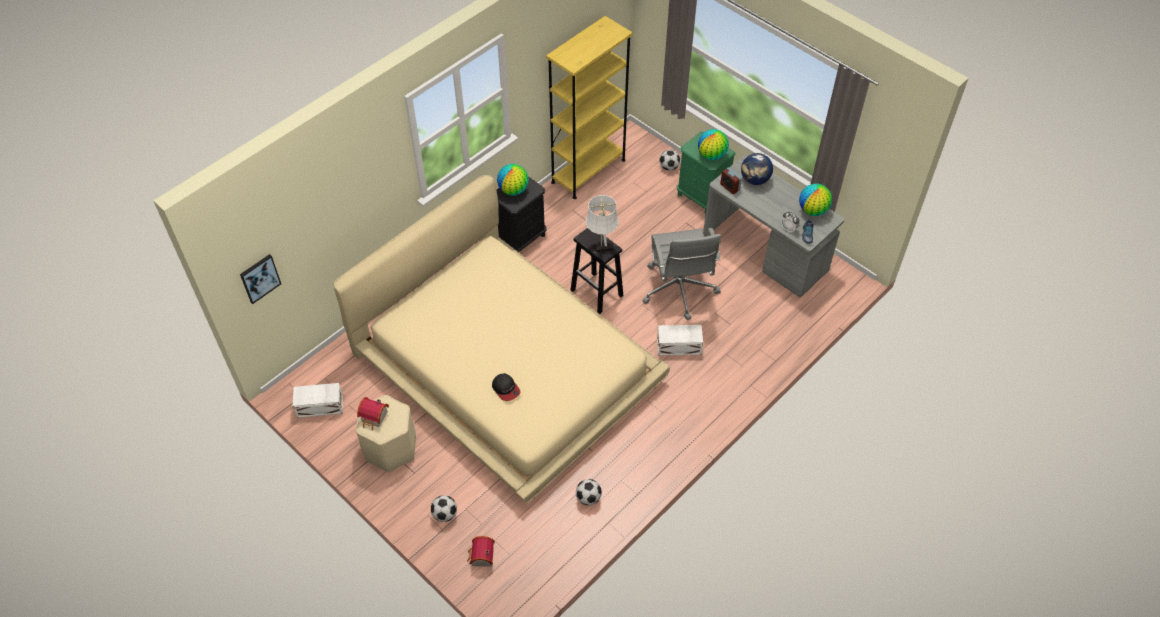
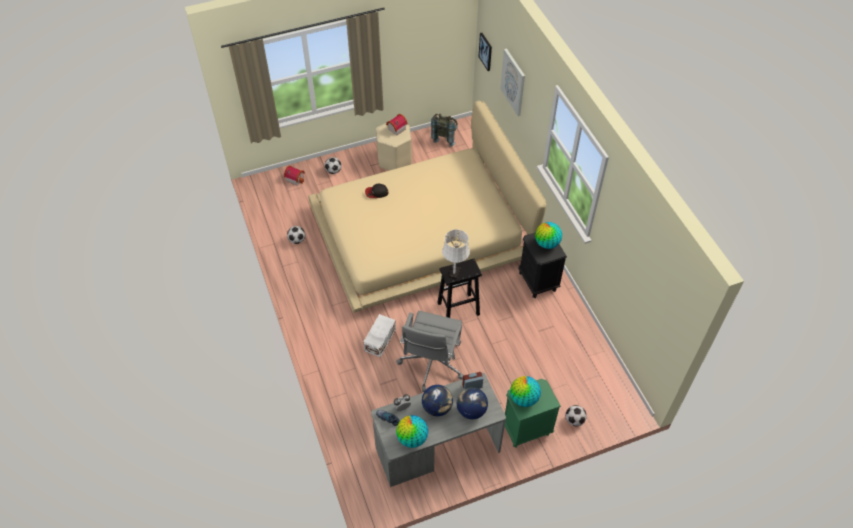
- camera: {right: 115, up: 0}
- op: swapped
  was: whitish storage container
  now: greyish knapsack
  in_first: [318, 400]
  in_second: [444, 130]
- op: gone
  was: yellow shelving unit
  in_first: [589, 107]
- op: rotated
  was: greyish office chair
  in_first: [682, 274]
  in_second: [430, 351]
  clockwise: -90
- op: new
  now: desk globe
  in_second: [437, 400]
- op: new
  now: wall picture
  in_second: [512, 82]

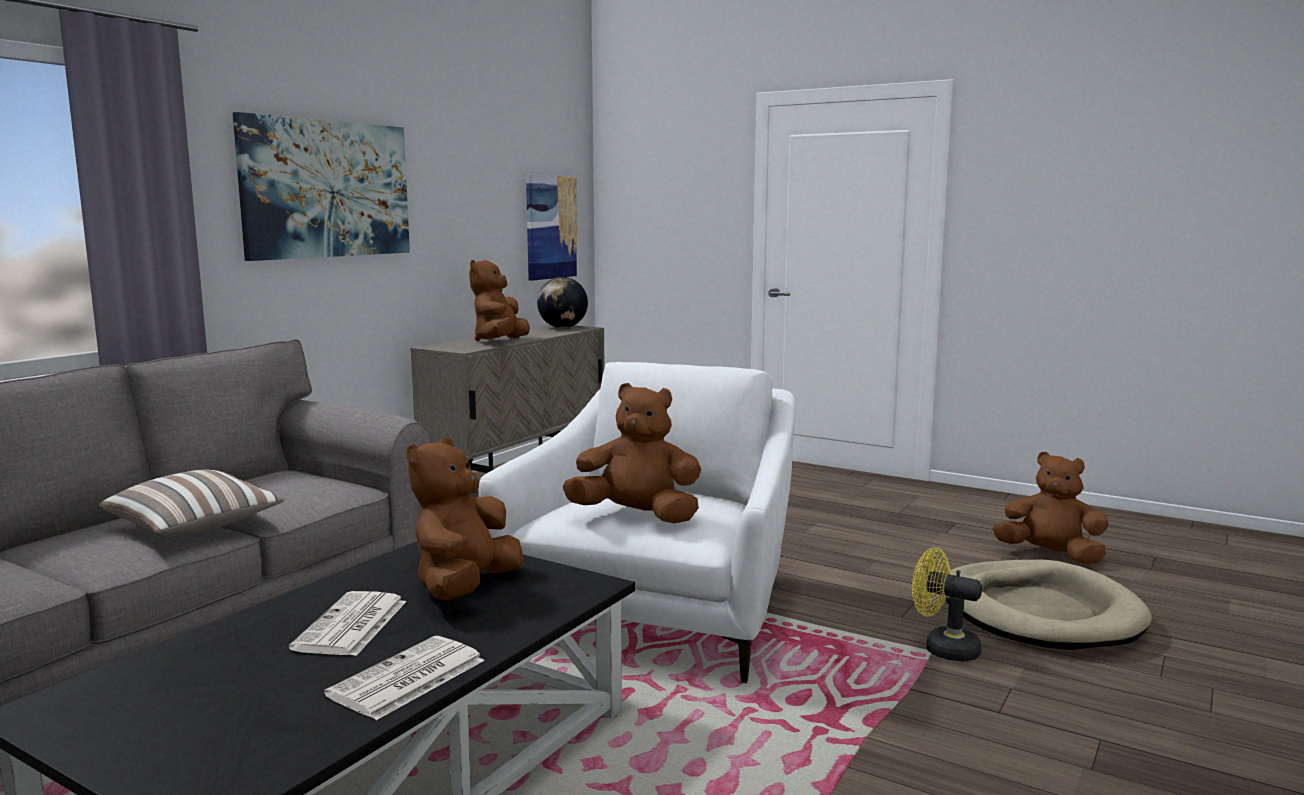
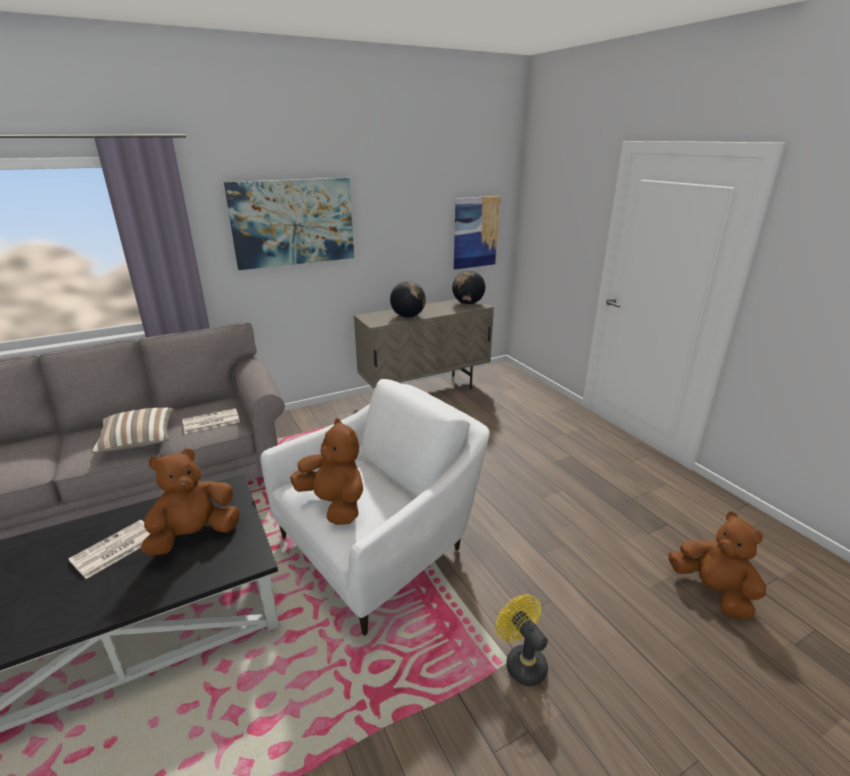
- camera: {right: 30, up: 15}
- op: shifted
  was: newspaper
  in_first: [404, 678]
  in_second: [211, 421]
- op: swapped
  was: brownish cuddly toy
  now: desk globe
  in_first: [499, 300]
  in_second: [408, 299]
- op: gone
  was: beige pet bed
  in_first: [1049, 605]

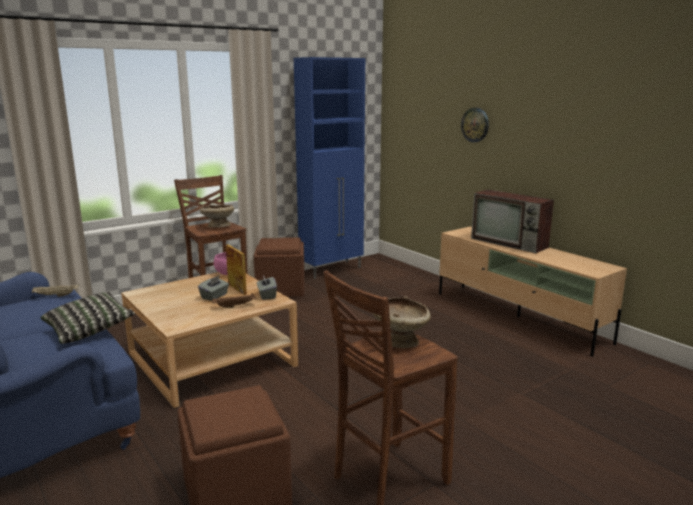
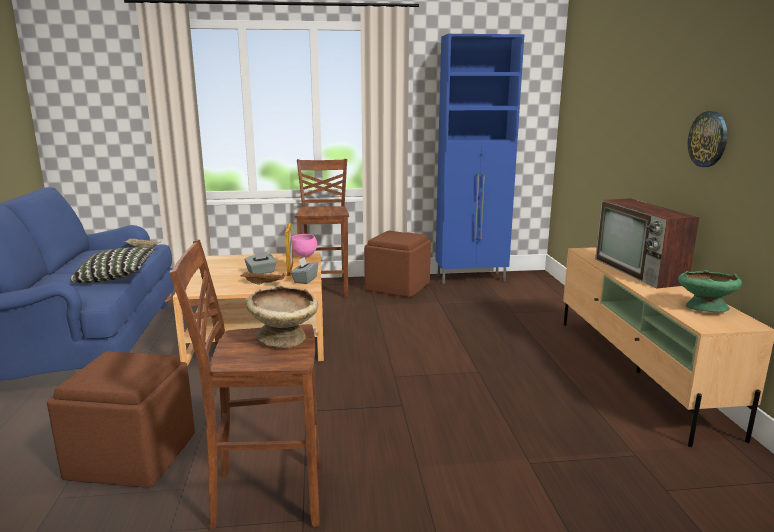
- camera: {right: 30, up: 0}
- op: gone
  was: beige deep dish
  in_first: [217, 216]
- op: shifted
  was: clock on the wall
  in_first: [475, 125]
  in_second: [707, 139]
- op: new
  now: green-coloured deep dish
  in_second: [710, 291]

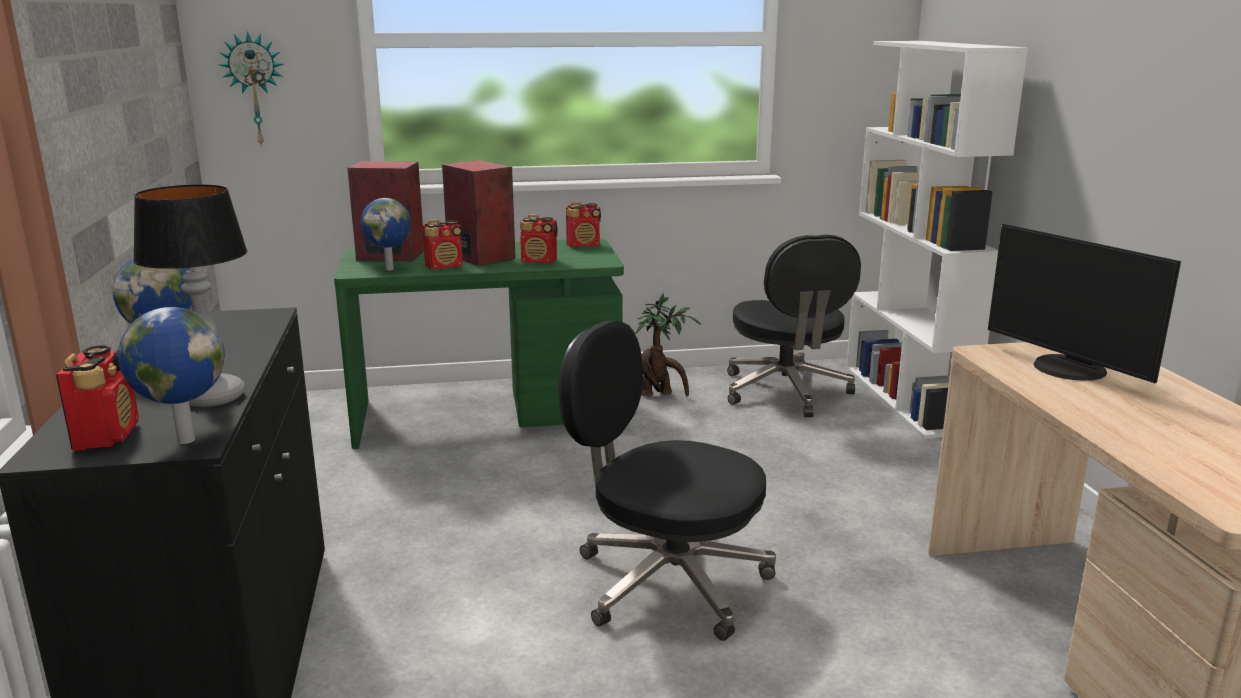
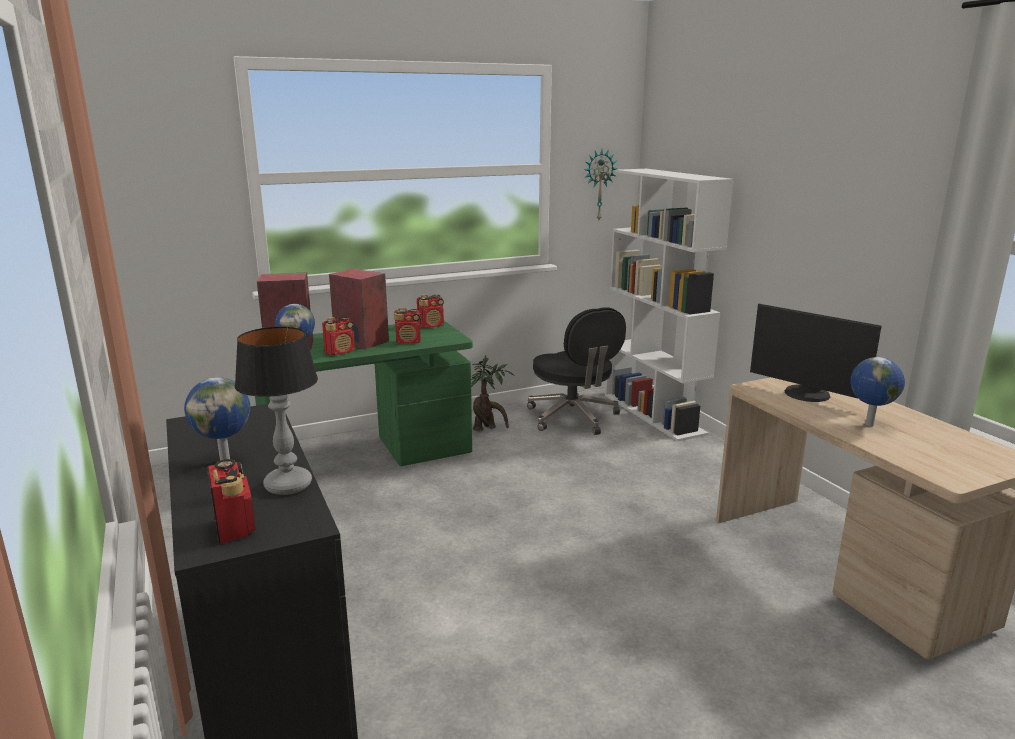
- camera: {right: -15, up: 0}
- op: shifted
  was: desk globe
  in_first: [171, 375]
  in_second: [878, 391]
- op: shifted
  was: clock on the wall
  in_first: [251, 89]
  in_second: [601, 184]
- op: gone
  was: blackish office chair
  in_first: [667, 480]

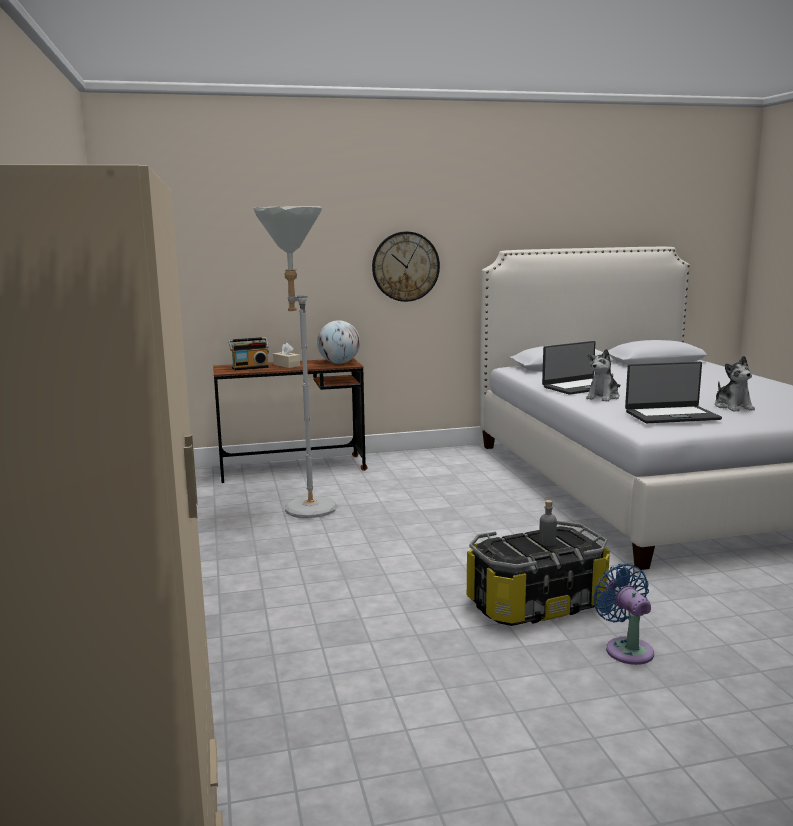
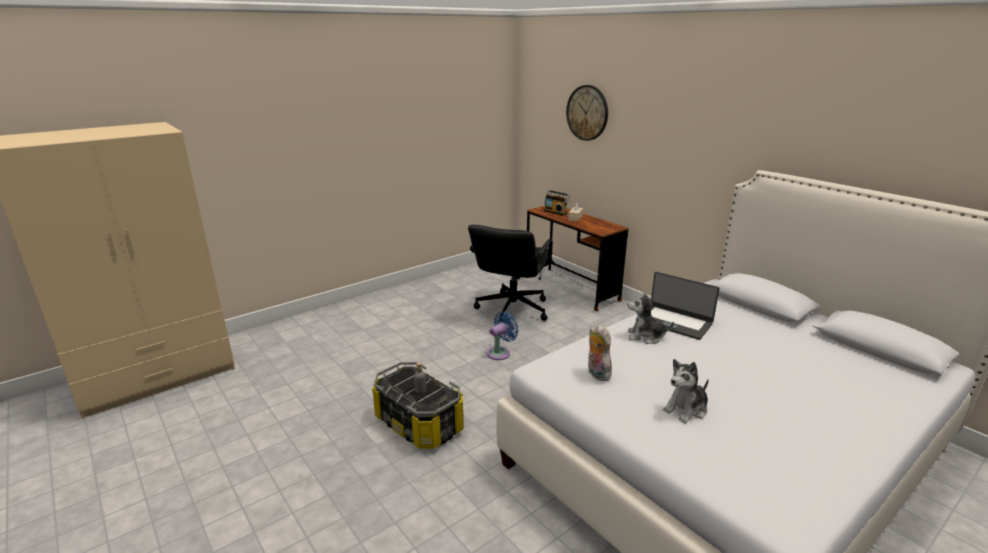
- camera: {right: 65, up: 10}
- op: swapped
  was: greyish floor lamp
  now: blackish office chair
  in_first: [295, 362]
  in_second: [510, 273]
- op: gone
  was: desk globe
  in_first: [338, 342]
- op: shifted
  was: clock on the wall
  in_first: [406, 266]
  in_second: [587, 113]
- op: shifted
  was: blue electric fan
  in_first: [623, 614]
  in_second: [503, 336]
- op: swapped
  was: portable computer
  now: cuddly toy
  in_first: [673, 392]
  in_second: [600, 352]

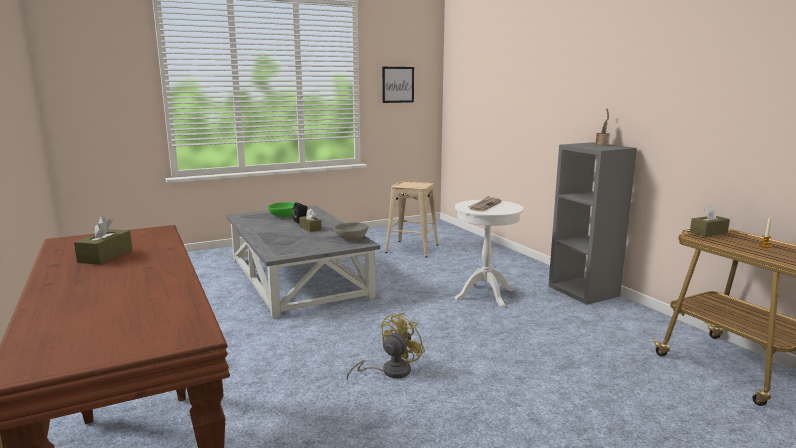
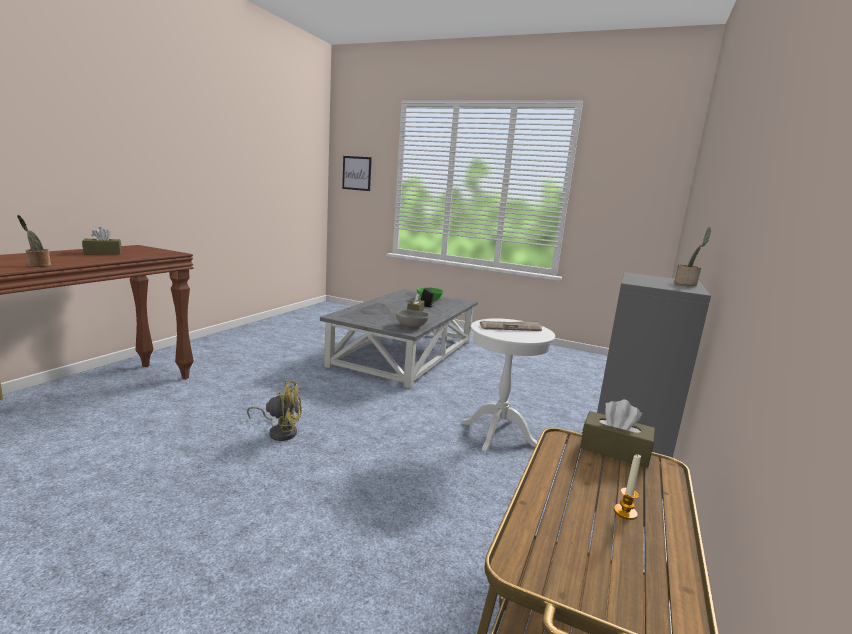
- camera: {right: 50, up: 0}
- op: shifted
  was: wall picture
  in_first: [398, 85]
  in_second: [357, 173]
- op: gone
  was: beige sitting stool
  in_first: [412, 219]
- op: new
  now: houseplant
  in_second: [34, 241]

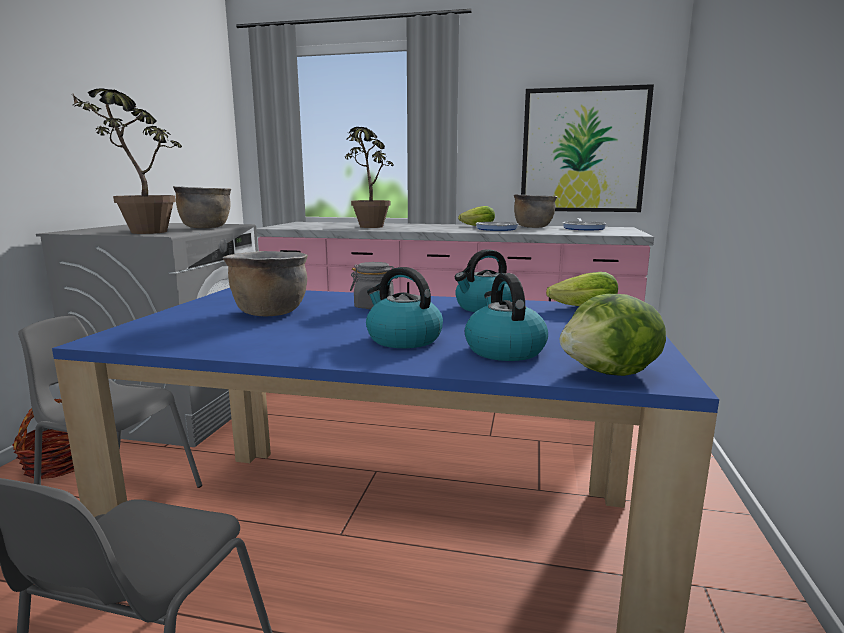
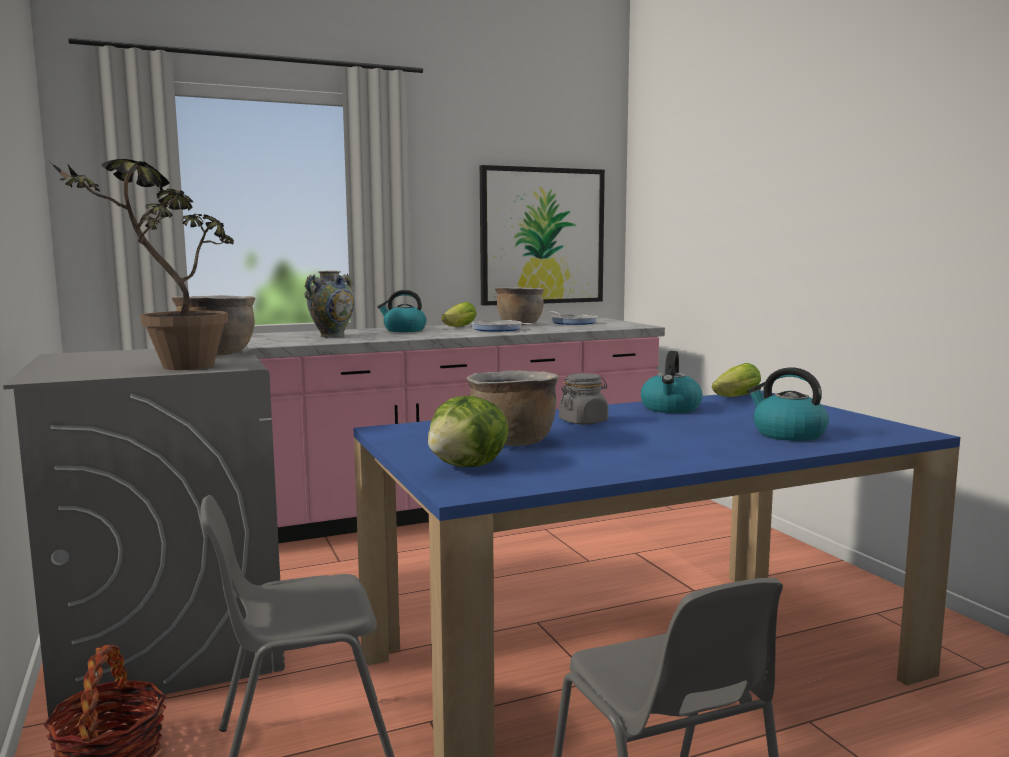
- camera: {right: -35, up: -5}
- op: swapped
  was: houseplant
  now: vase
  in_first: [369, 177]
  in_second: [329, 304]
- op: shifted
  was: kettle
  in_first: [404, 307]
  in_second: [402, 311]
- op: shifted
  was: head of lettuce
  in_first: [613, 335]
  in_second: [468, 431]

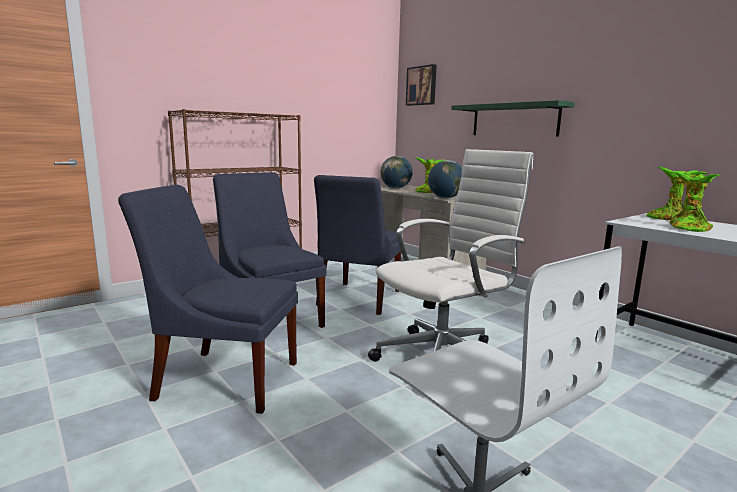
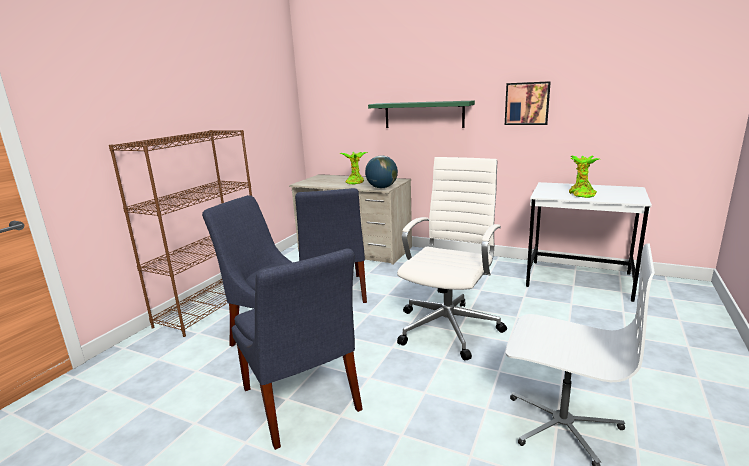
- camera: {right: -25, up: 5}
- op: rotated
  was: blue plain chair
  in_first: [208, 299]
  in_second: [297, 349]
  clockwise: -105
- op: gone
  was: desk globe
  in_first: [396, 172]
- op: shifted
  was: wall picture
  in_first: [421, 85]
  in_second: [528, 103]
- op: gone
  was: houseplant
  in_first: [677, 193]

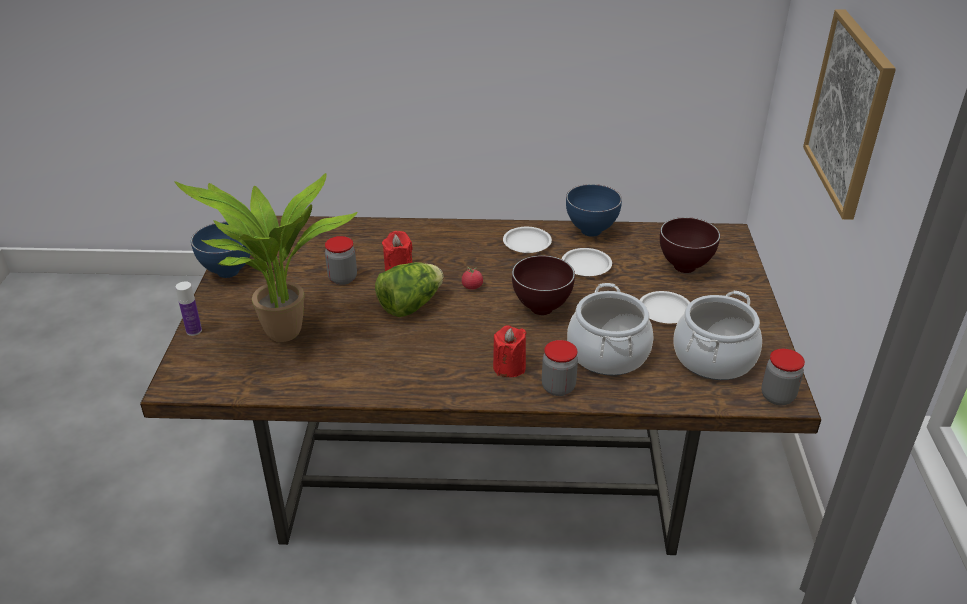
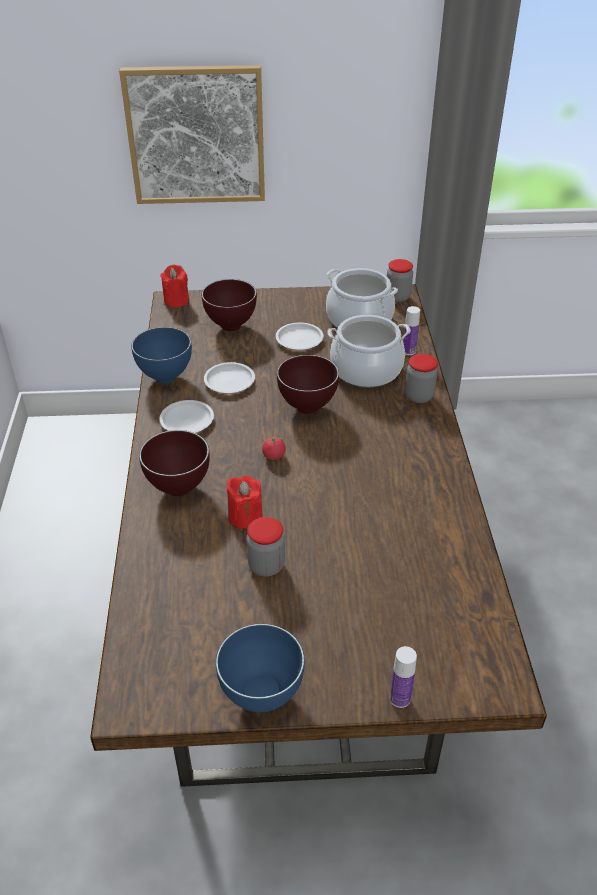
- camera: {right: -95, up: 5}
- op: gone
  was: houseplant
  in_first: [266, 257]
- op: gone
  was: head of lettuce
  in_first: [409, 289]
- op: shifted
  was: red-coloured candle
  in_first: [509, 351]
  in_second: [174, 286]
- op: new
  now: brownish deep dish
  in_second: [174, 463]
- op: new
  now: beverage bottle
  in_second: [411, 330]

